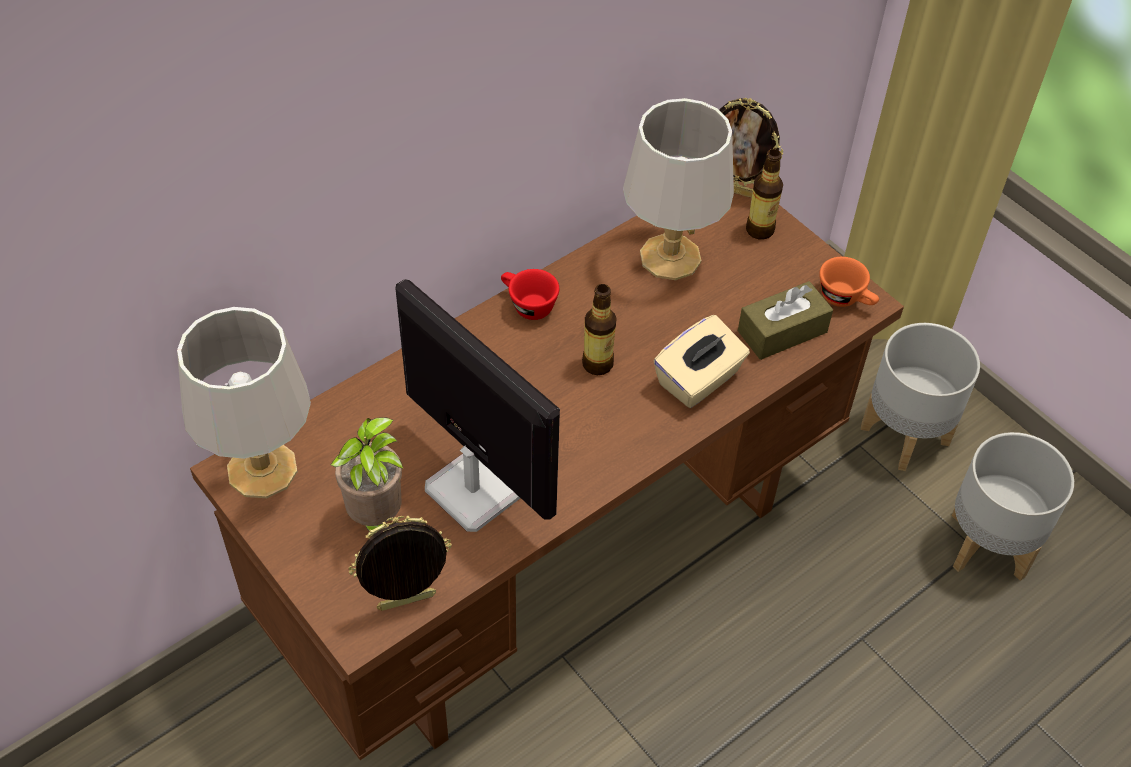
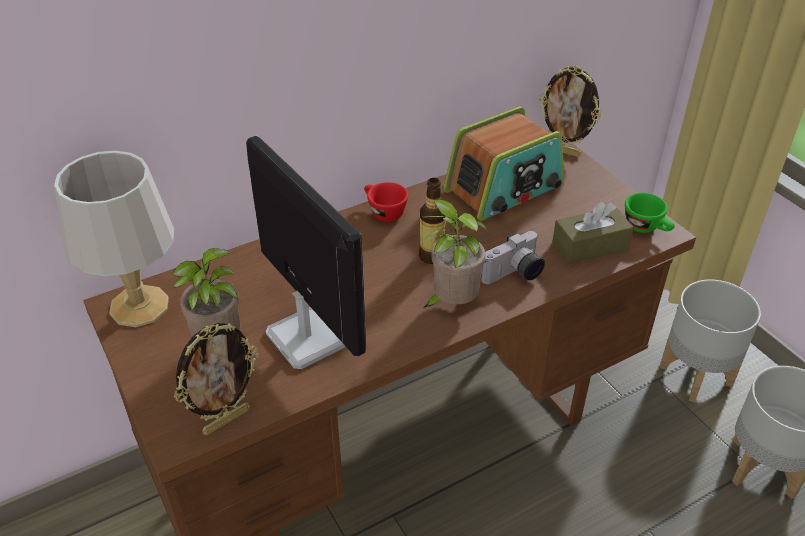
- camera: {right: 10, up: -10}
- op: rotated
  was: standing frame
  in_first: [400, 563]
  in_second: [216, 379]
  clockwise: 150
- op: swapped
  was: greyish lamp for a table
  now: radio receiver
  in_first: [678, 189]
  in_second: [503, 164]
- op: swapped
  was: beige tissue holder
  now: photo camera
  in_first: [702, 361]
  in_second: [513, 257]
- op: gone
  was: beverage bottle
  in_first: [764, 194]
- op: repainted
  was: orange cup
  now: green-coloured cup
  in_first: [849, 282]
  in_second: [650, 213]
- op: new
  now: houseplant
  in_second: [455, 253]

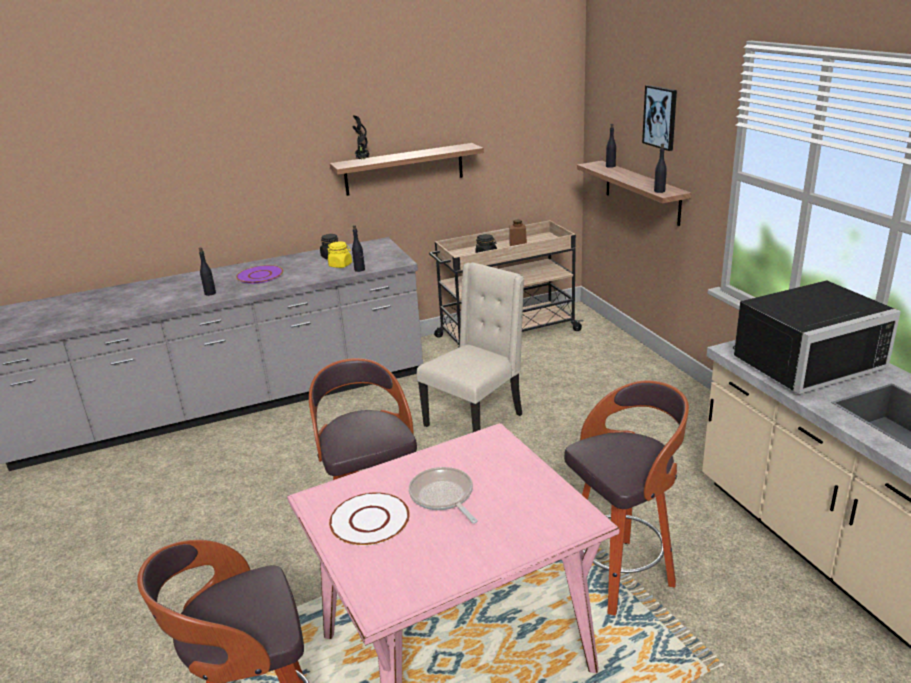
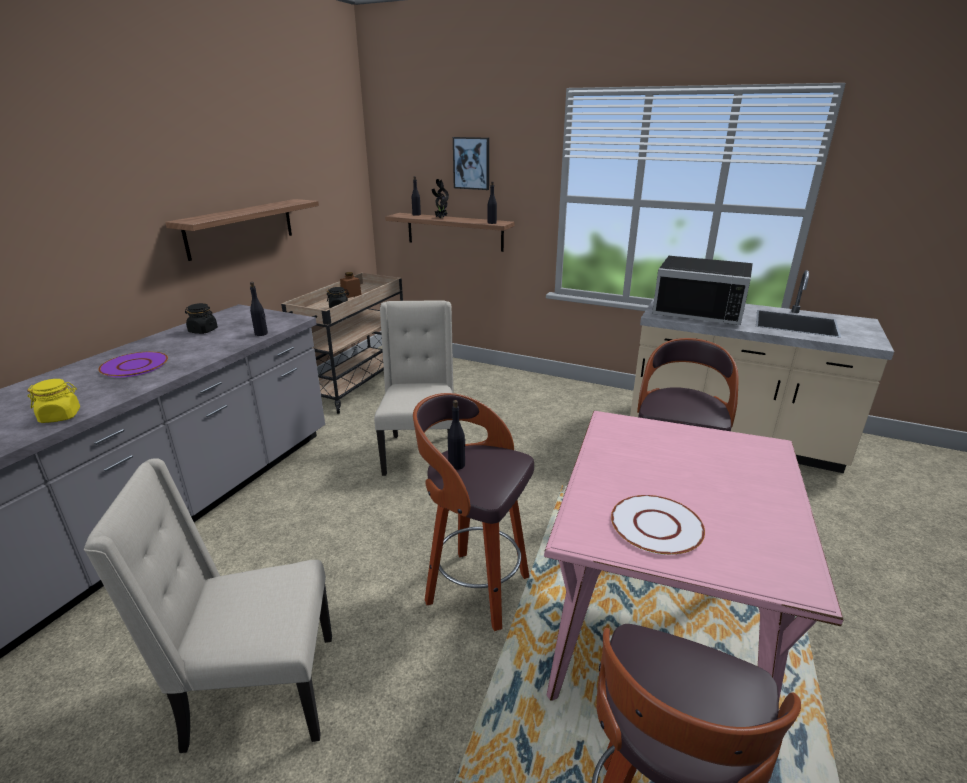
- camera: {right: -45, up: 0}
- op: shifted
  was: blackish beverage bottle
  in_first: [207, 271]
  in_second: [457, 435]
- op: shifted
  was: yellow jar
  in_first: [339, 254]
  in_second: [53, 401]
- op: shifted
  was: houseplant
  in_first: [361, 137]
  in_second: [440, 198]
- op: gone
  was: skillet
  in_first: [443, 495]
- op: rotated
  was: blackish kitchen microwave
  in_first: [817, 337]
  in_second: [702, 290]
  clockwise: 90
- op: new
  now: beige plain chair
  in_second: [208, 605]

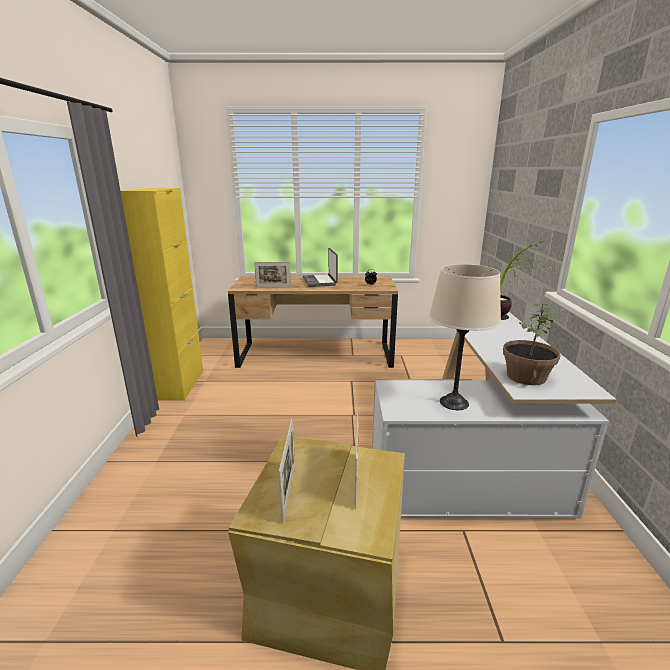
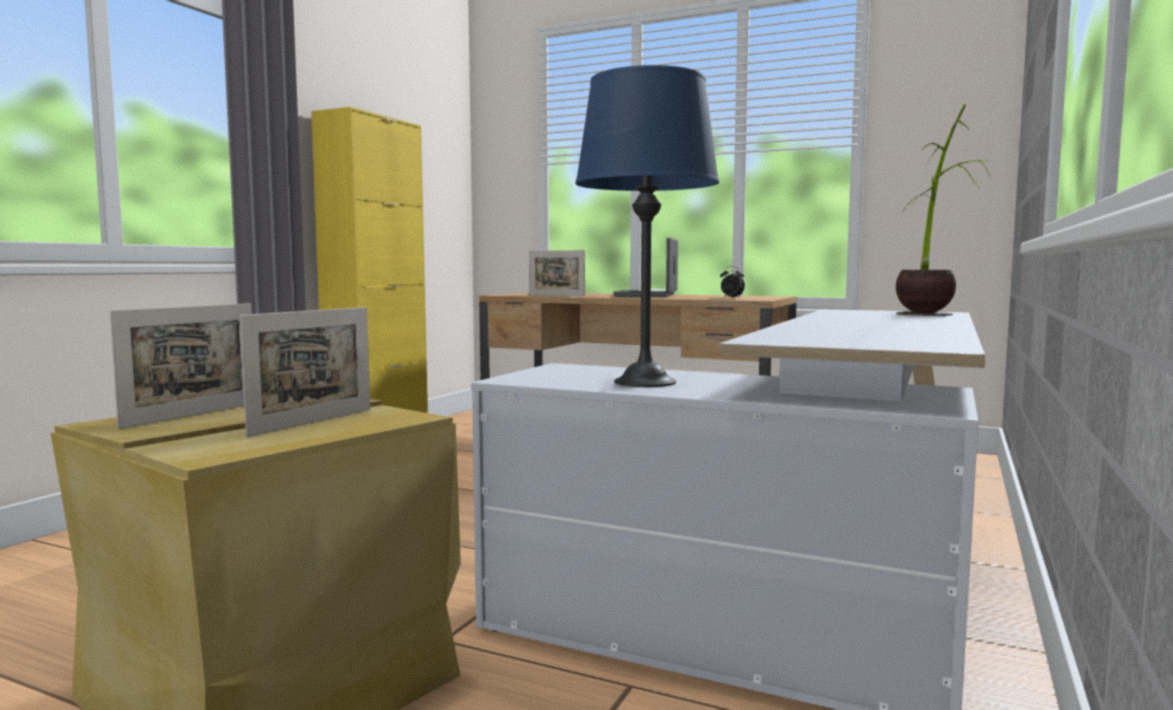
- camera: {right: 25, up: -15}
- op: repainted
  was: beige lamp for a table
  now: blue lamp for a table
  in_first: [465, 337]
  in_second: [647, 226]
- op: gone
  was: houseplant
  in_first: [532, 344]

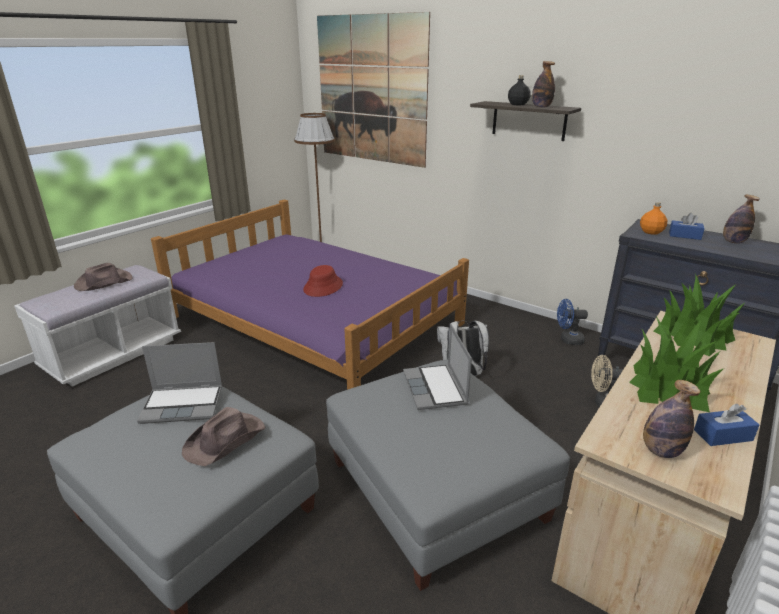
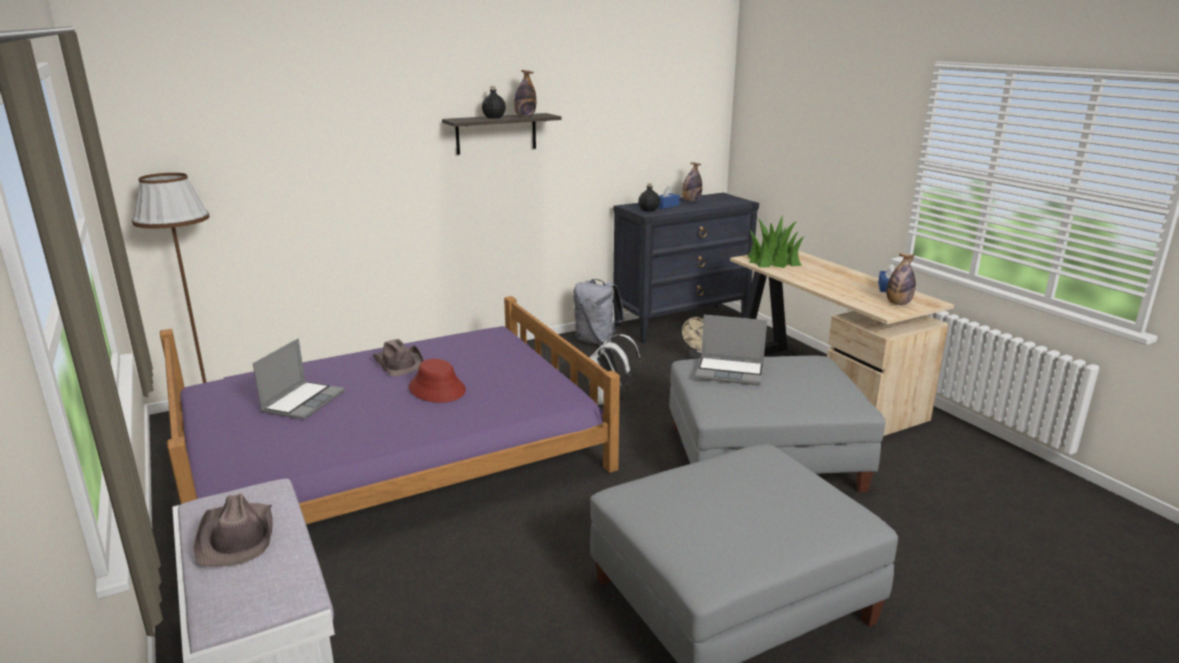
- camera: {right: -65, up: -5}
- op: shifted
  was: portable computer
  in_first: [179, 383]
  in_second: [299, 379]
- op: shifted
  was: brownish hat
  in_first: [224, 436]
  in_second: [398, 358]
- op: gone
  was: wall picture
  in_first: [373, 90]
- op: swapped
  was: blue electric fan
  now: greyish knapsack
  in_first: [572, 322]
  in_second: [599, 312]
- op: gone
  was: houseplant
  in_first: [676, 364]
- op: repainted
  was: orange beverage bottle
  now: blackish beverage bottle
  in_first: [654, 218]
  in_second: [649, 197]

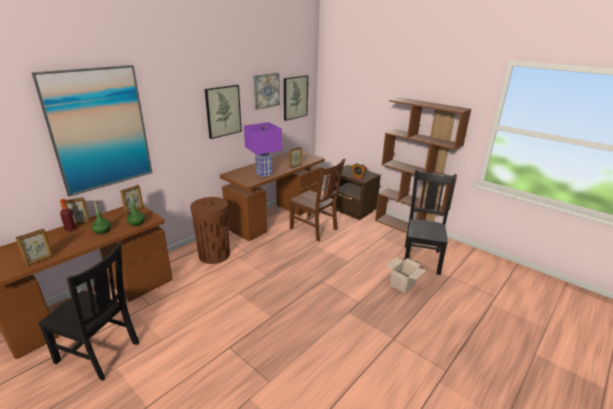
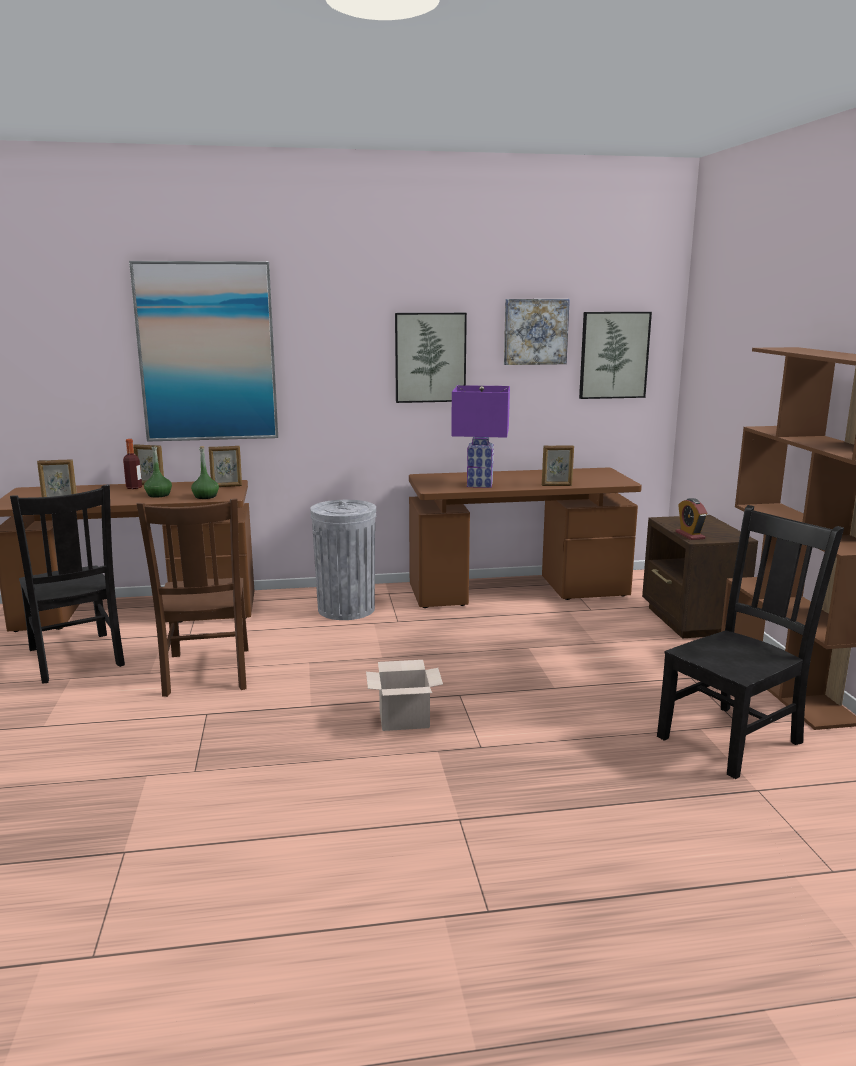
- camera: {right: 40, up: -10}
- op: repainted
  was: brownish rubbish bin
  now: greyish rubbish bin
  in_first: [210, 230]
  in_second: [343, 560]
- op: shifted
  was: brownish plain chair
  in_first: [317, 200]
  in_second: [193, 597]
- op: shifted
  was: cardboard box
  in_first: [406, 275]
  in_second: [404, 695]

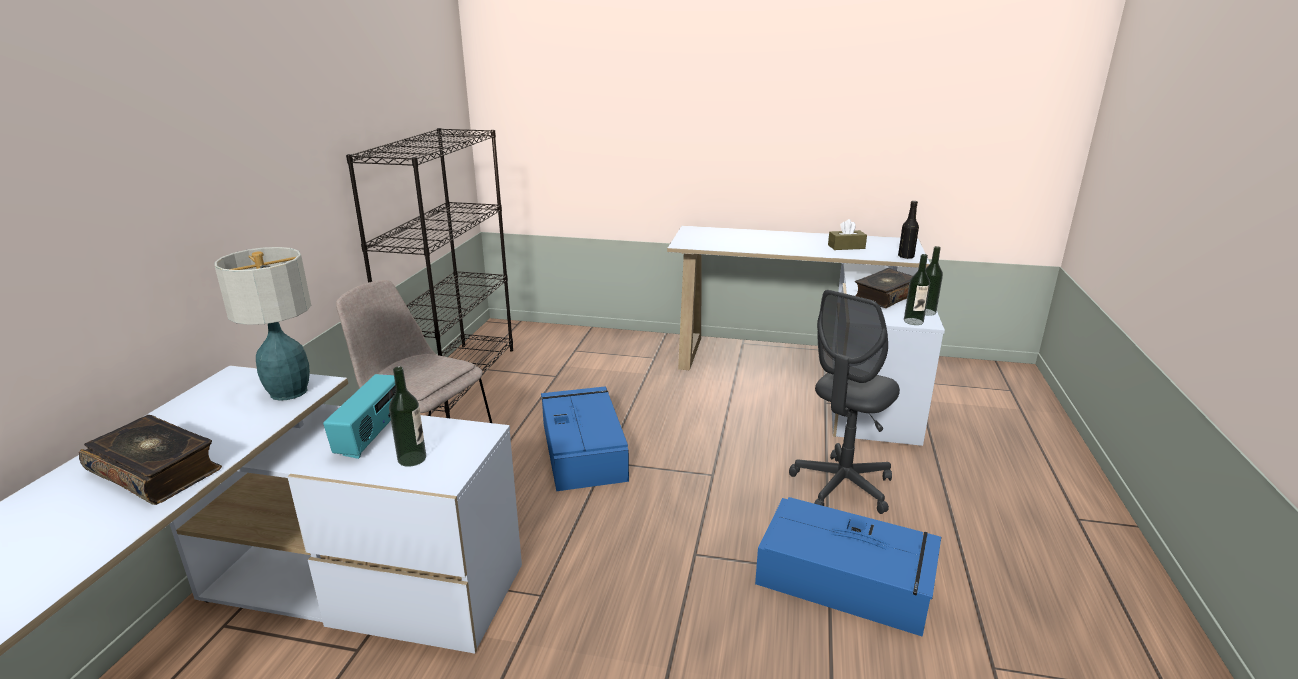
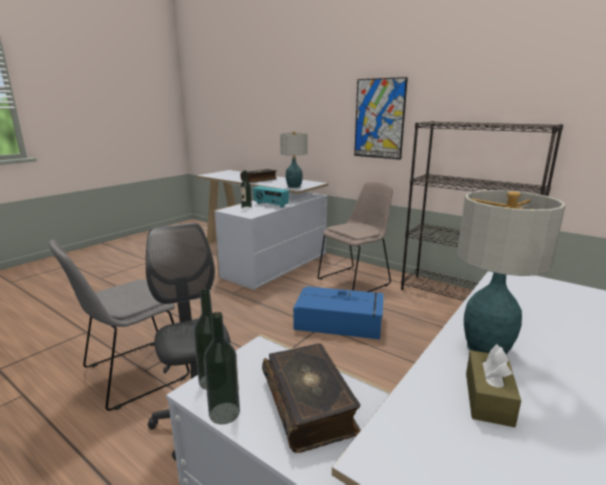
- camera: {right: 115, up: -5}
- op: swapped
  was: blue storage container
  now: greyish plain chair
  in_first: [848, 567]
  in_second: [119, 325]
- op: gone
  was: blackish beverage bottle
  in_first: [908, 230]
- op: new
  now: wall picture
  in_second: [381, 118]
- op: new
  now: lamp for a table
  in_second: [511, 272]

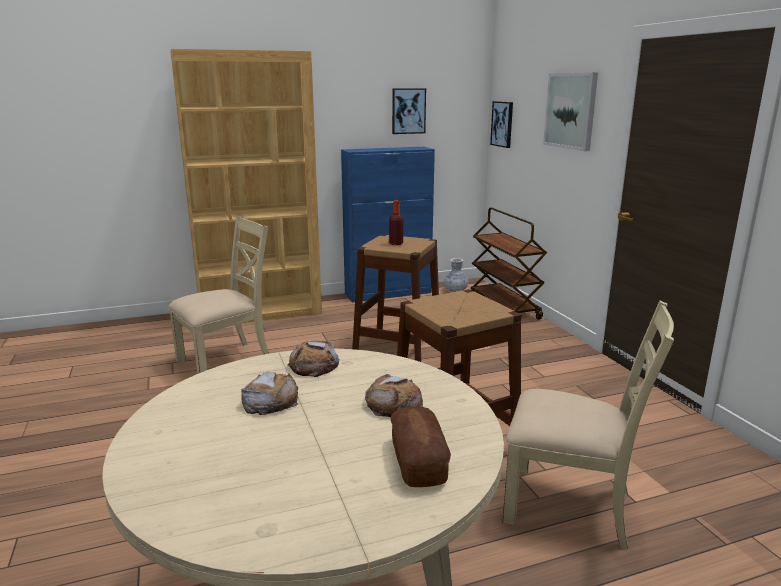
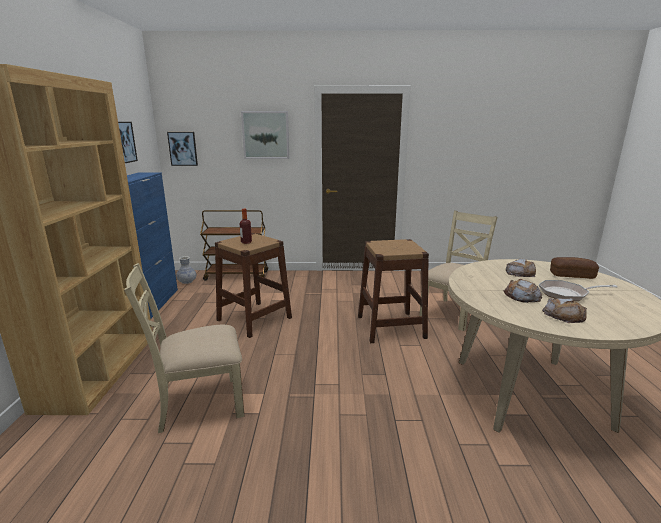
- camera: {right: -70, up: 0}
- op: rotated
  was: beige plain chair
  in_first: [218, 295]
  in_second: [184, 348]
  clockwise: -90
- op: shifted
  was: baked bread
  in_first: [313, 358]
  in_second: [564, 310]
- op: new
  now: skillet
  in_second: [578, 290]

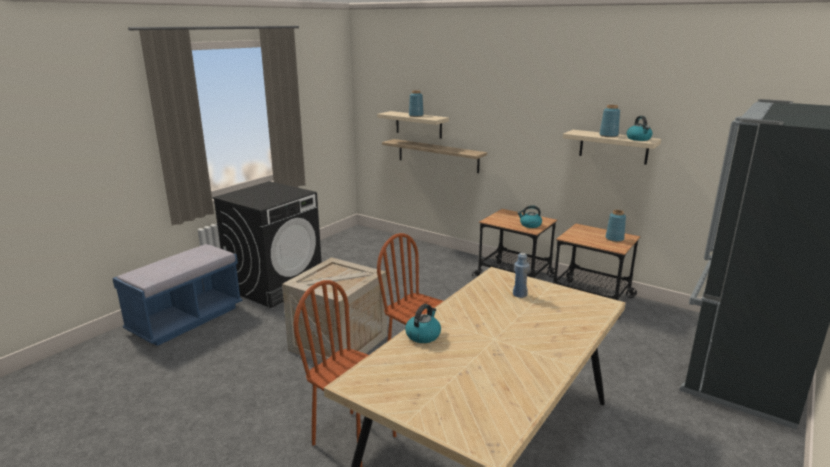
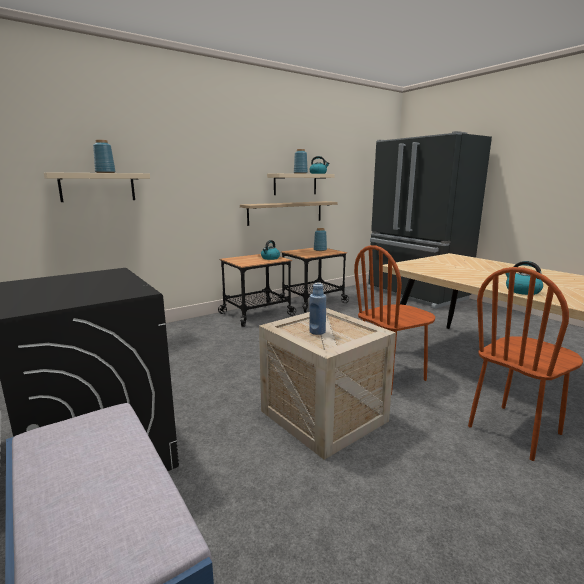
- camera: {right: -70, up: -5}
- op: shifted
  was: bracket shelf
  in_first: [434, 156]
  in_second: [289, 213]
- op: shifted
  was: blue beverage bottle
  in_first: [521, 275]
  in_second: [318, 308]

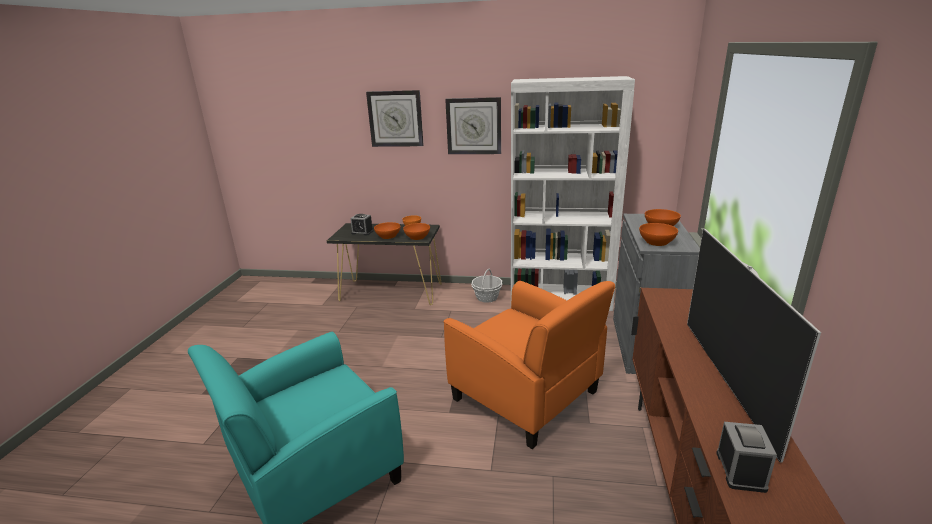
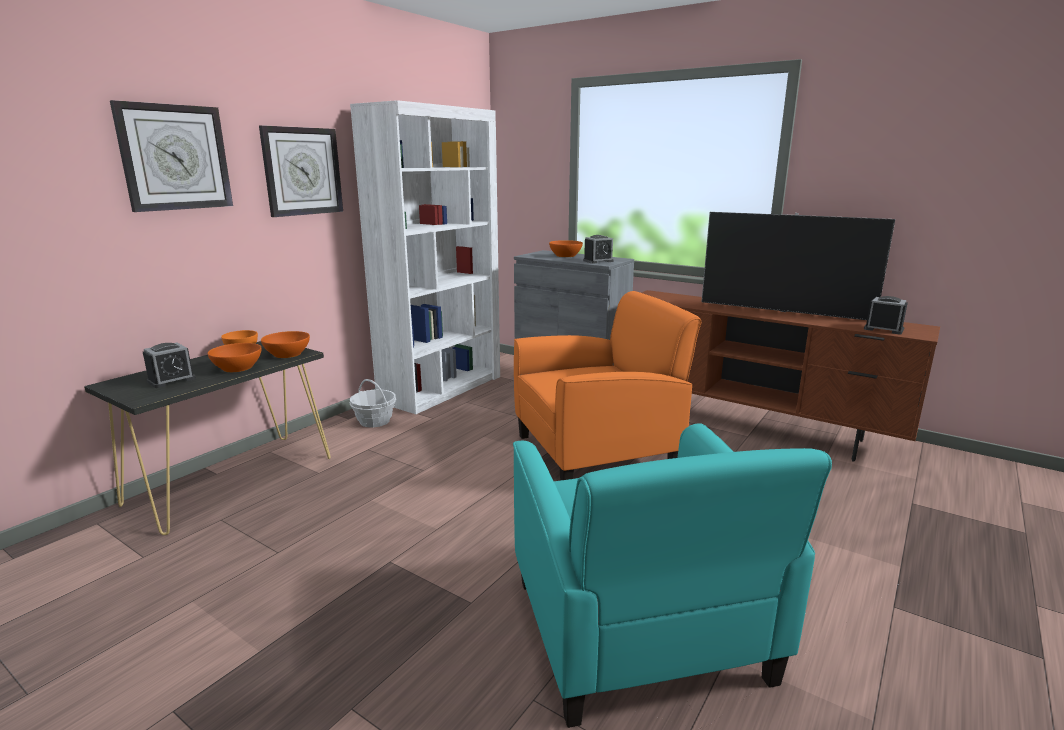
- camera: {right: -65, up: -5}
- op: swapped
  was: orange deep dish
  now: alarm clock
  in_first: [658, 234]
  in_second: [598, 249]

